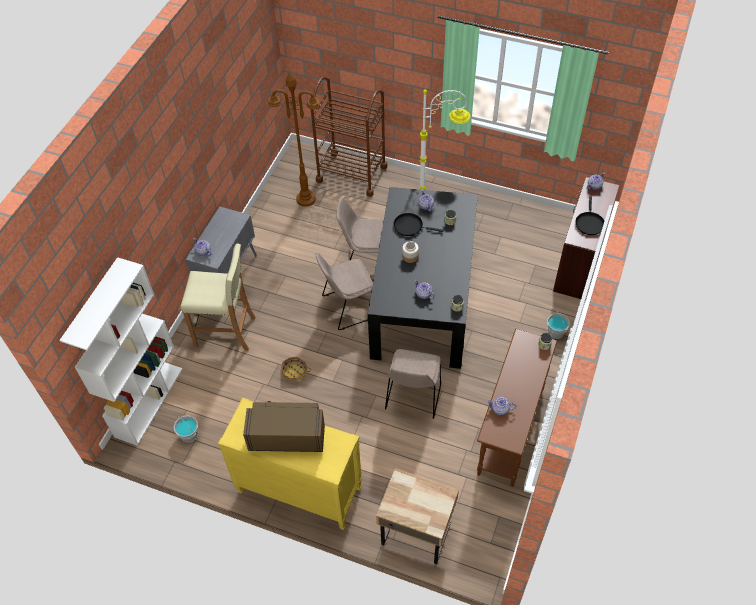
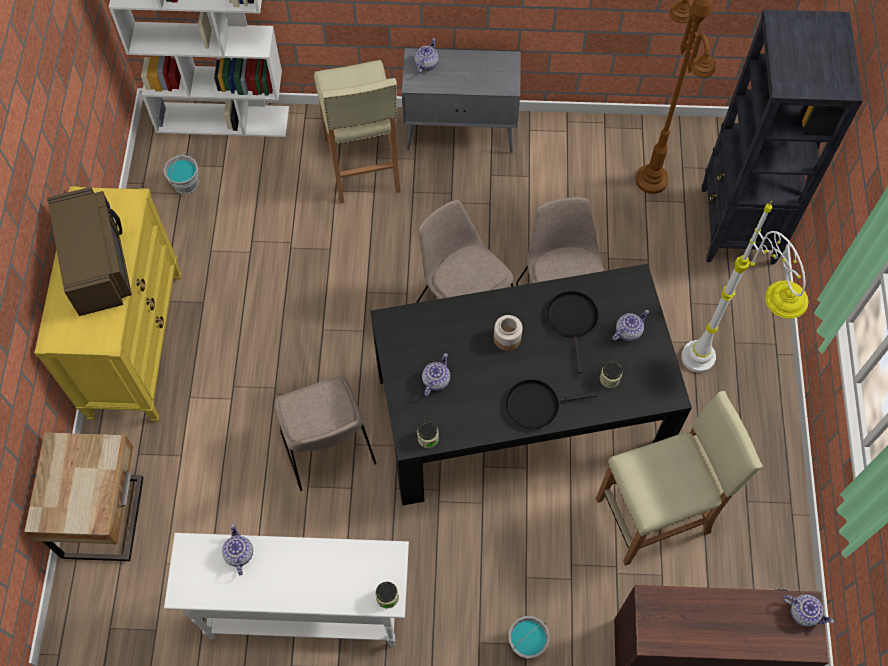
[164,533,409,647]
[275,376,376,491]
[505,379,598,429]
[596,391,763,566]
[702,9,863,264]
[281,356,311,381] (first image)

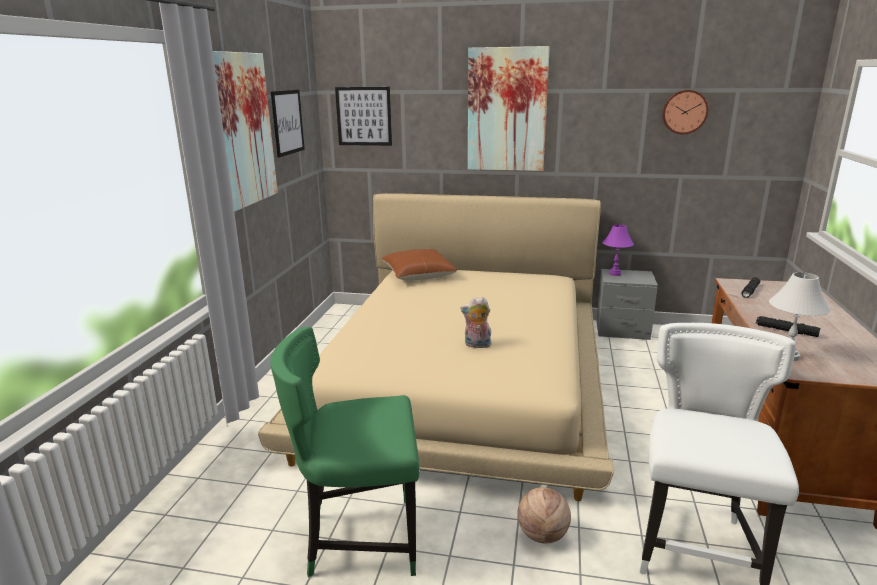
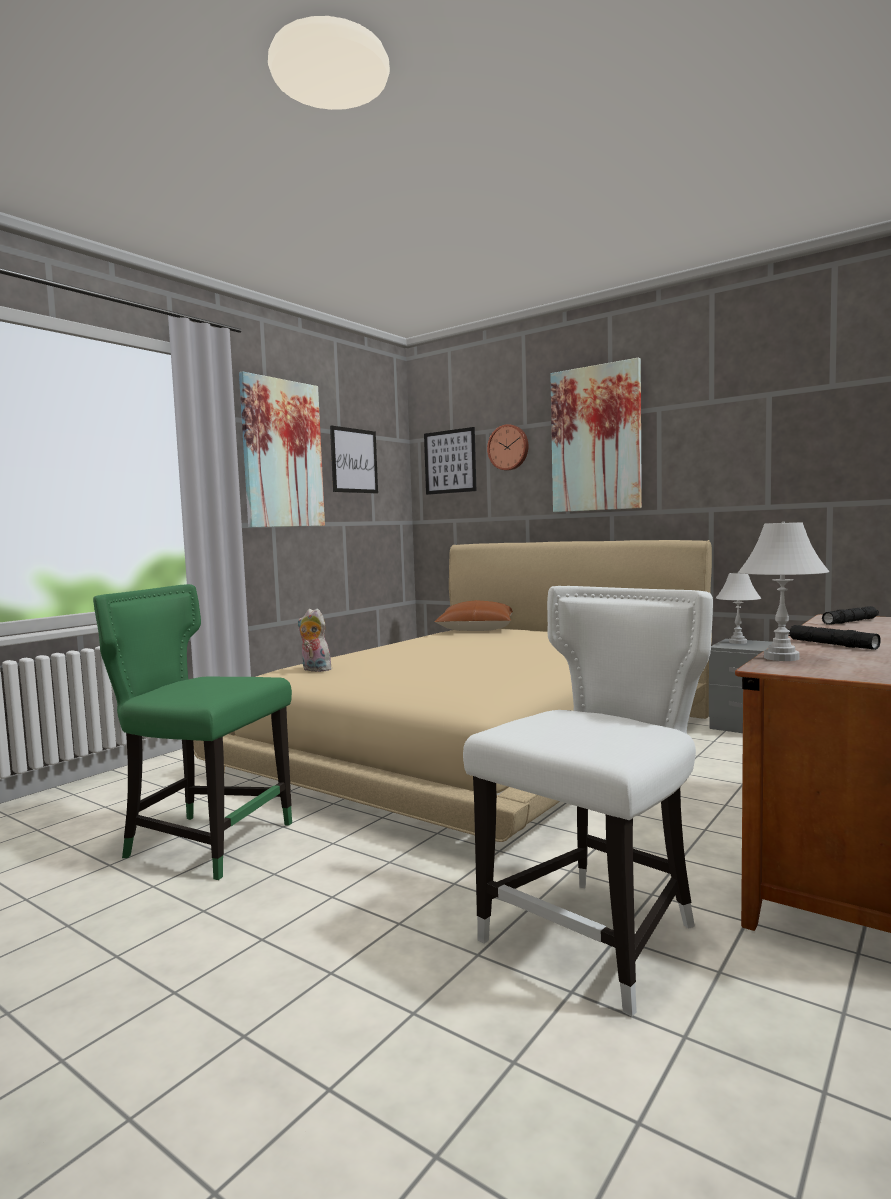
[298,609,331,672]
[487,424,528,470]
[716,573,761,644]
[517,487,571,544] (first image)

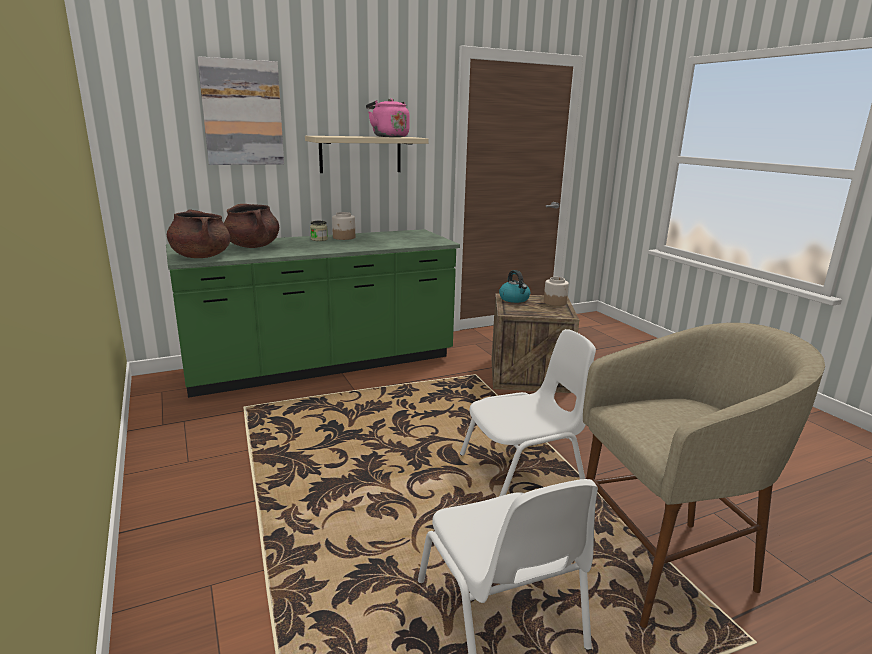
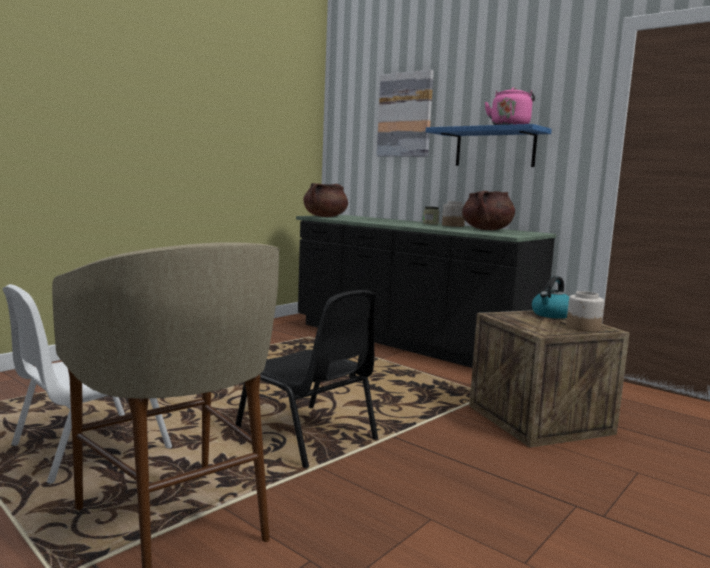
[235,290,378,468]
[296,215,556,368]
[426,124,552,167]
[462,191,515,230]

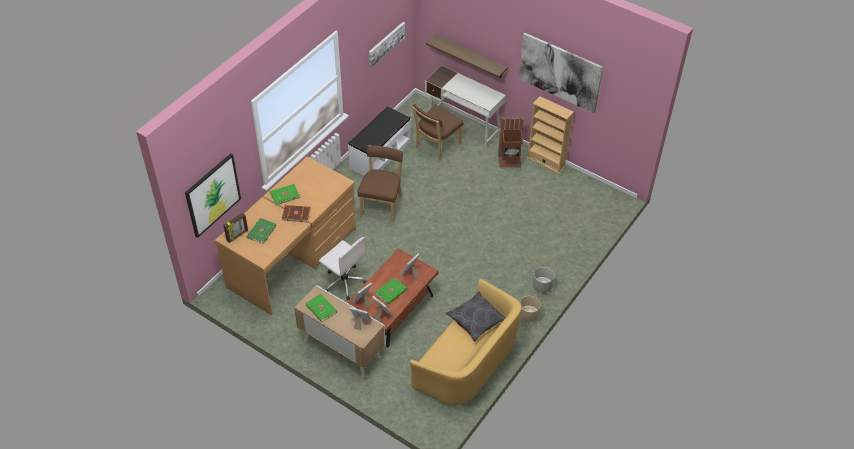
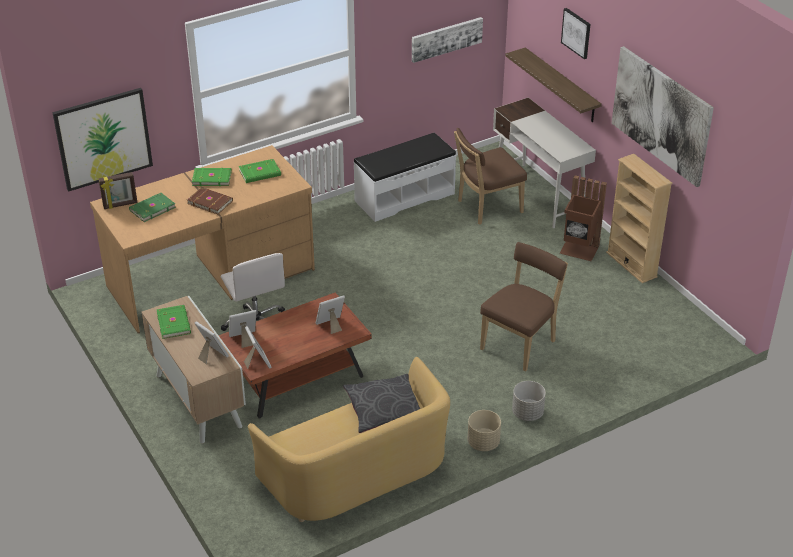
[239,159,281,183]
[480,242,568,372]
[561,8,590,59]

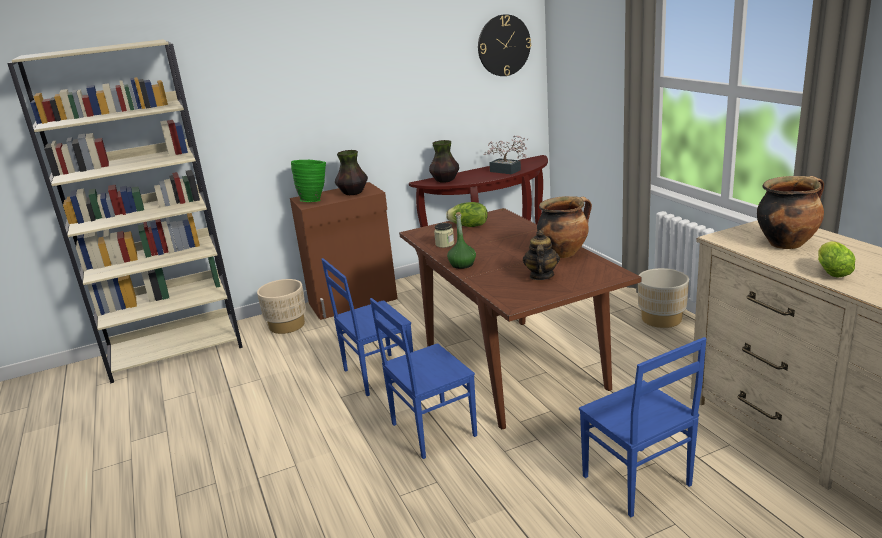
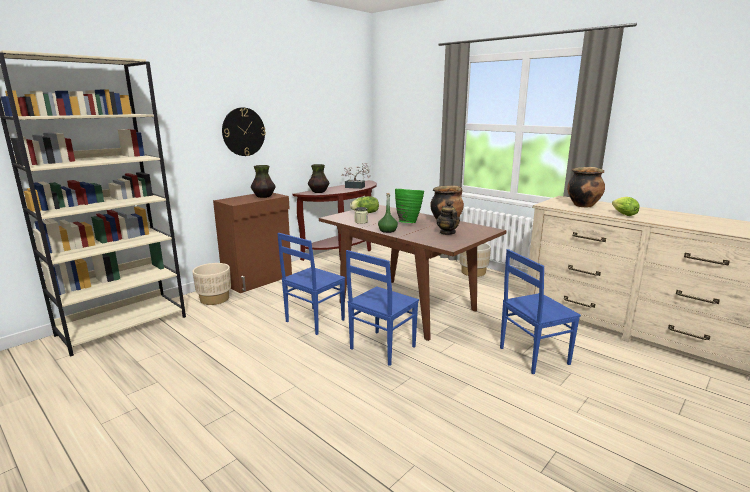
[222,107,266,156]
[395,189,424,223]
[500,249,581,374]

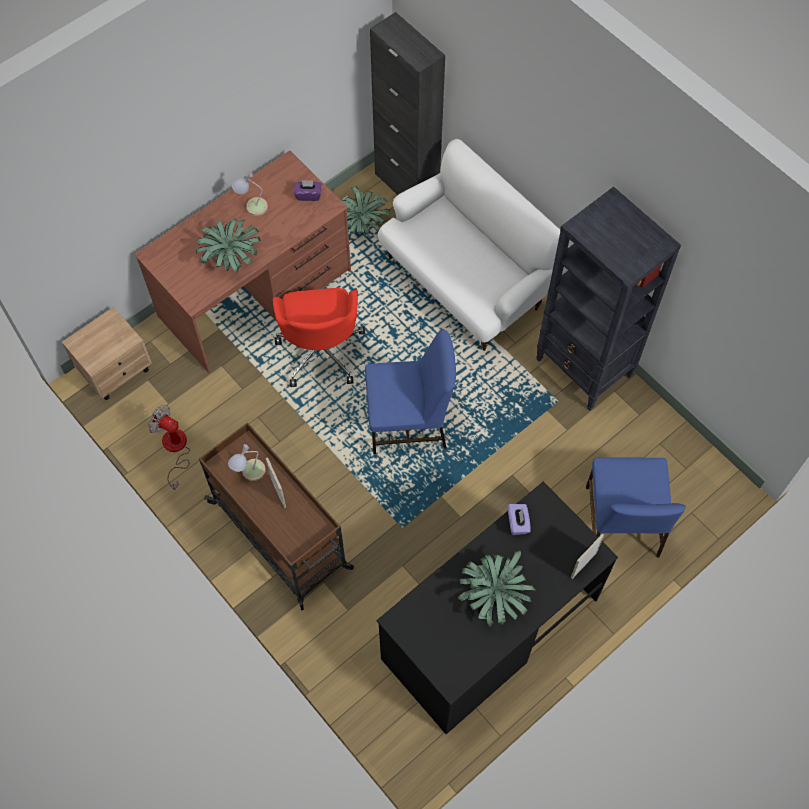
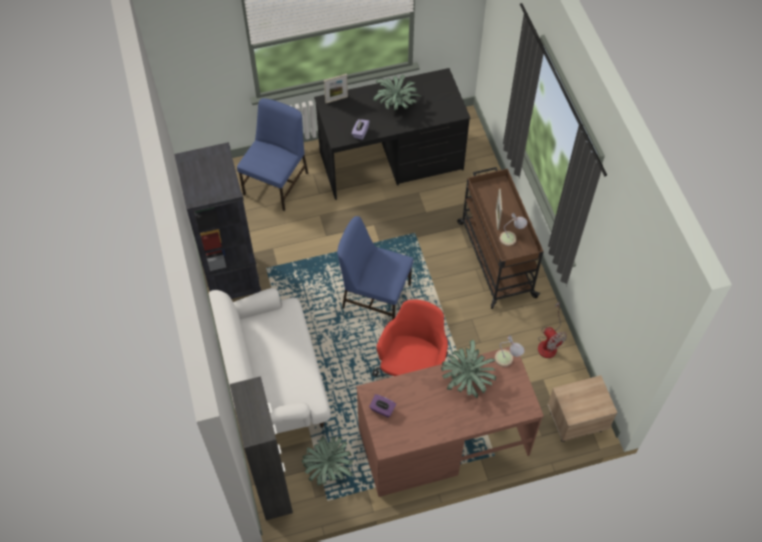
[495,335,525,367]

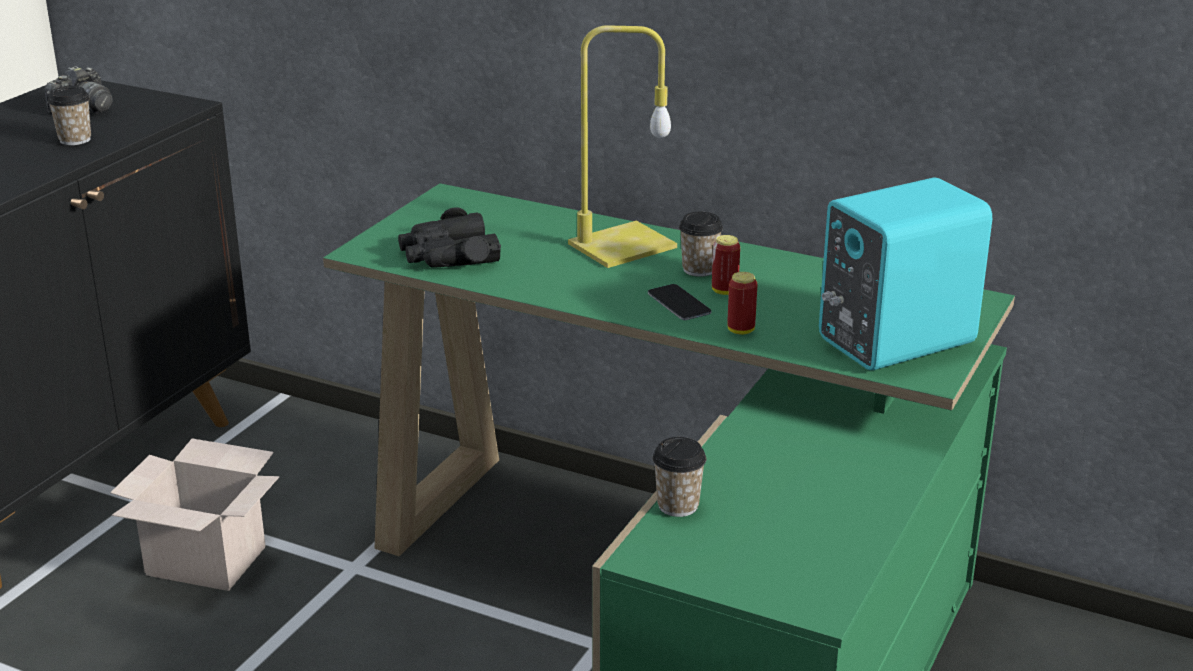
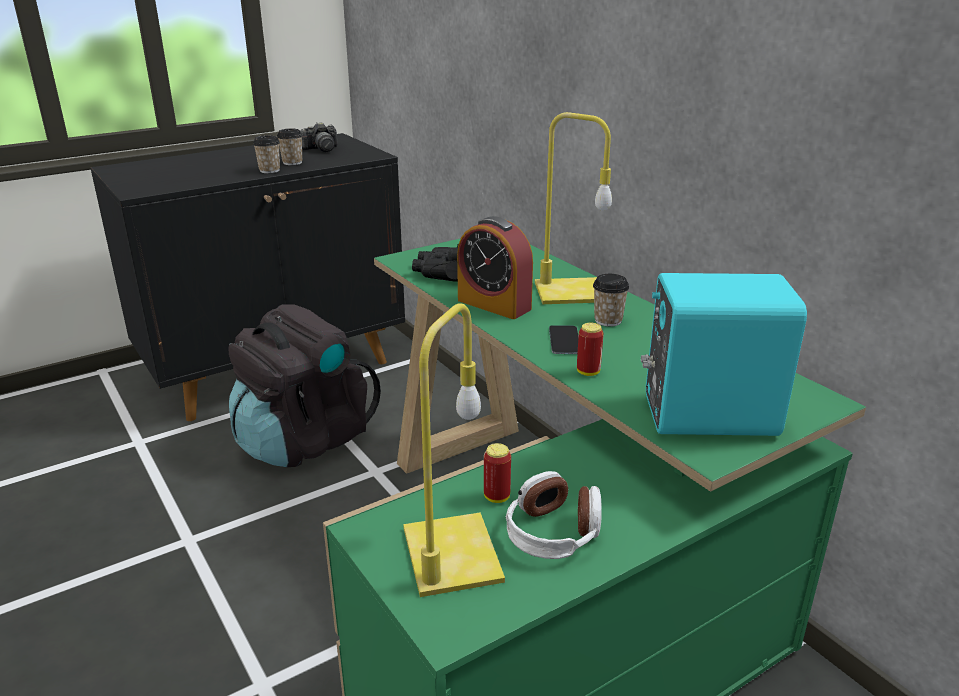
[228,305,381,467]
[253,135,280,173]
[403,303,505,597]
[457,216,533,319]
[484,443,511,503]
[506,471,602,559]

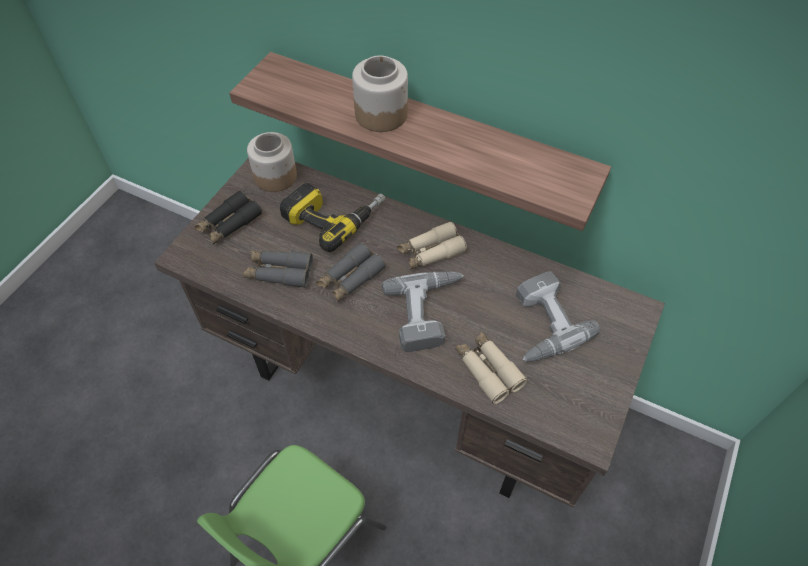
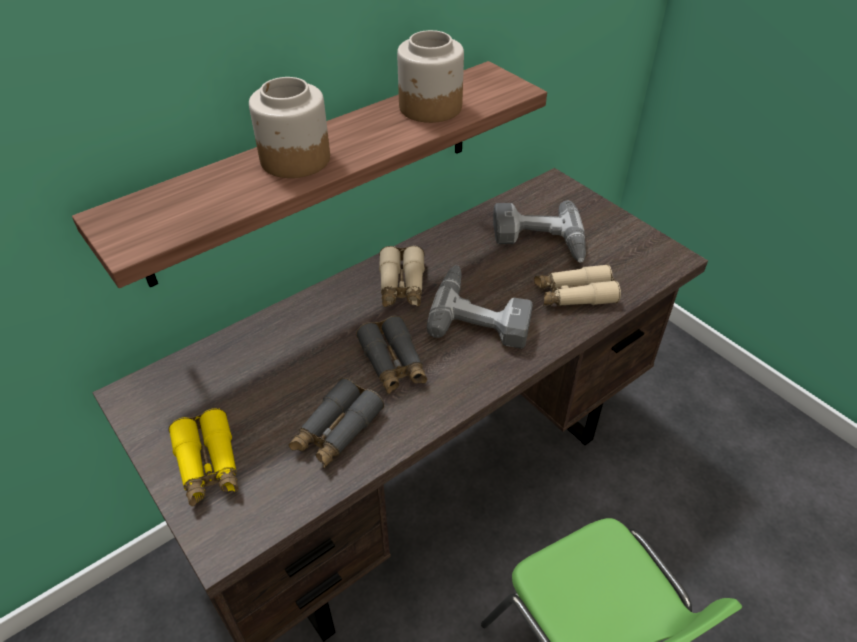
[168,408,239,506]
[397,30,464,123]
[280,183,385,252] (first image)

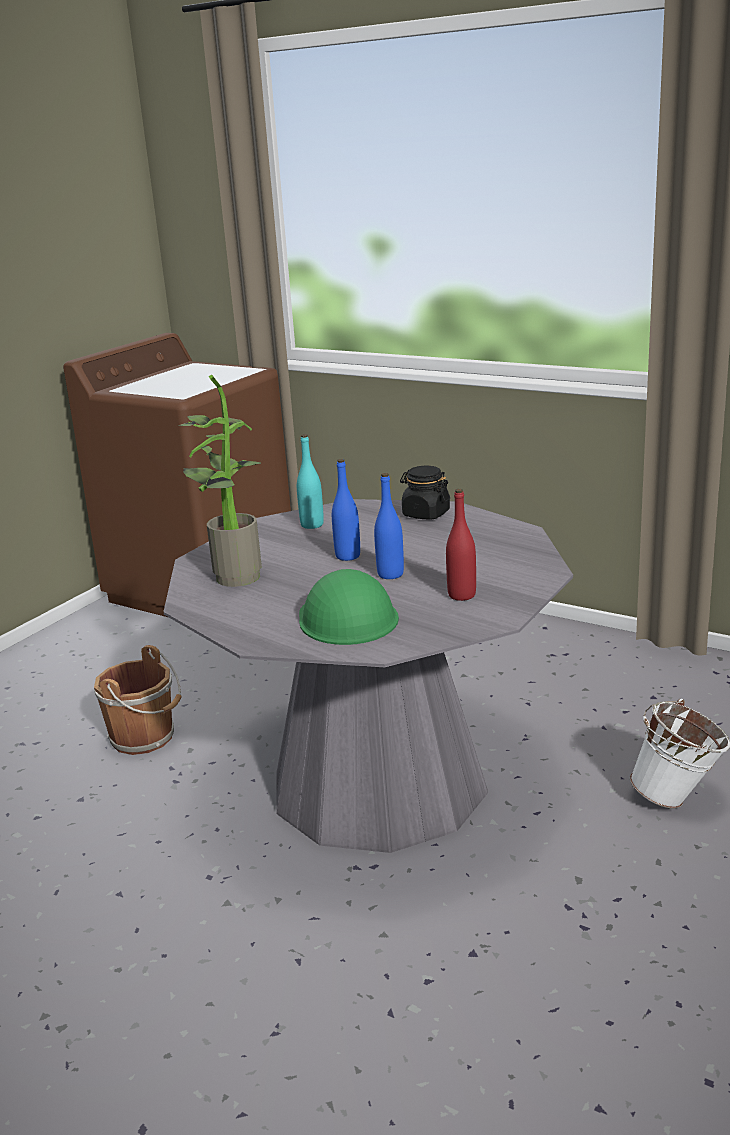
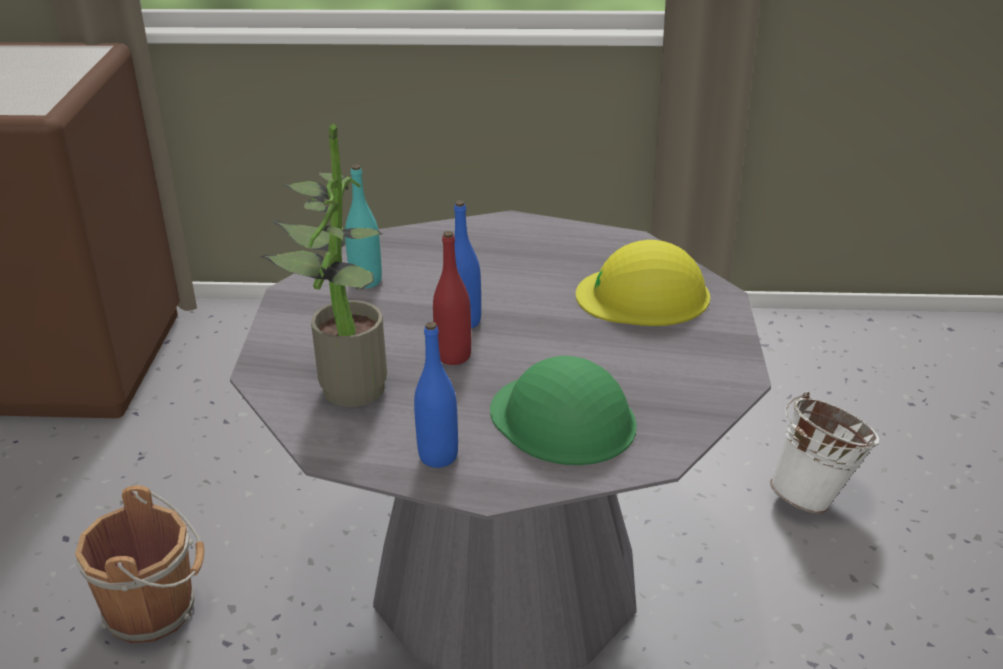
[414,322,458,468]
[433,231,471,365]
[576,240,710,326]
[400,466,450,520] (first image)

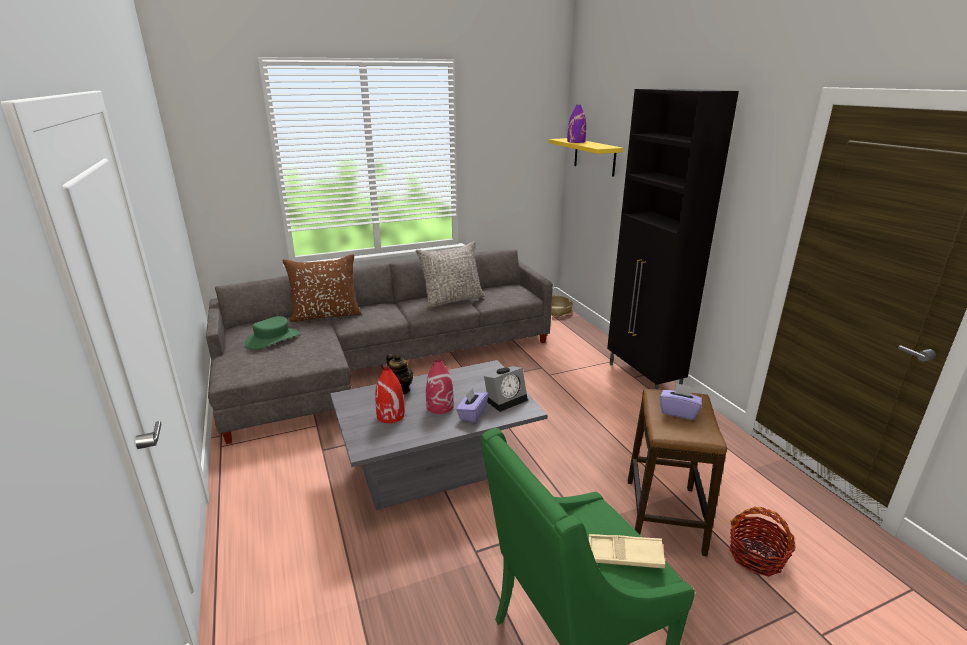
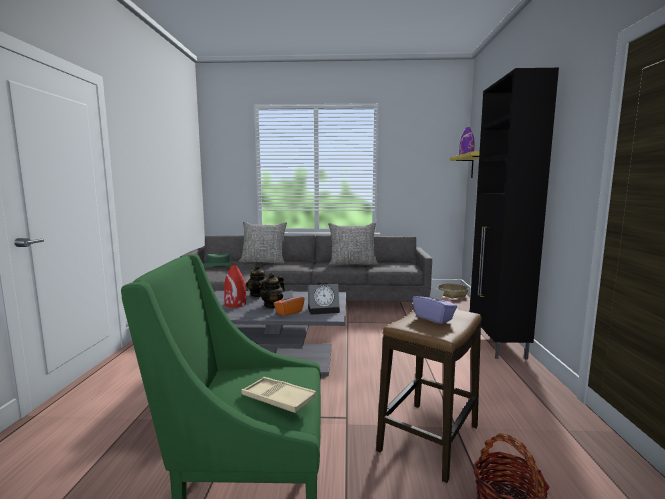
[239,222,287,264]
[259,273,285,308]
[273,290,305,316]

